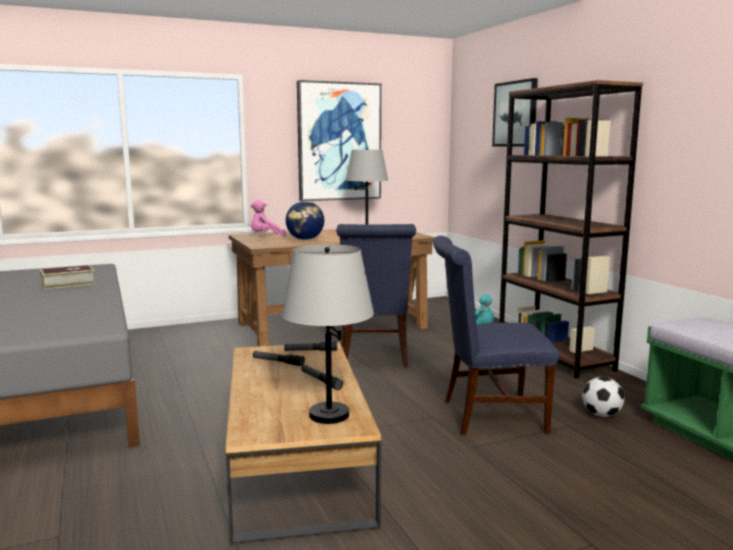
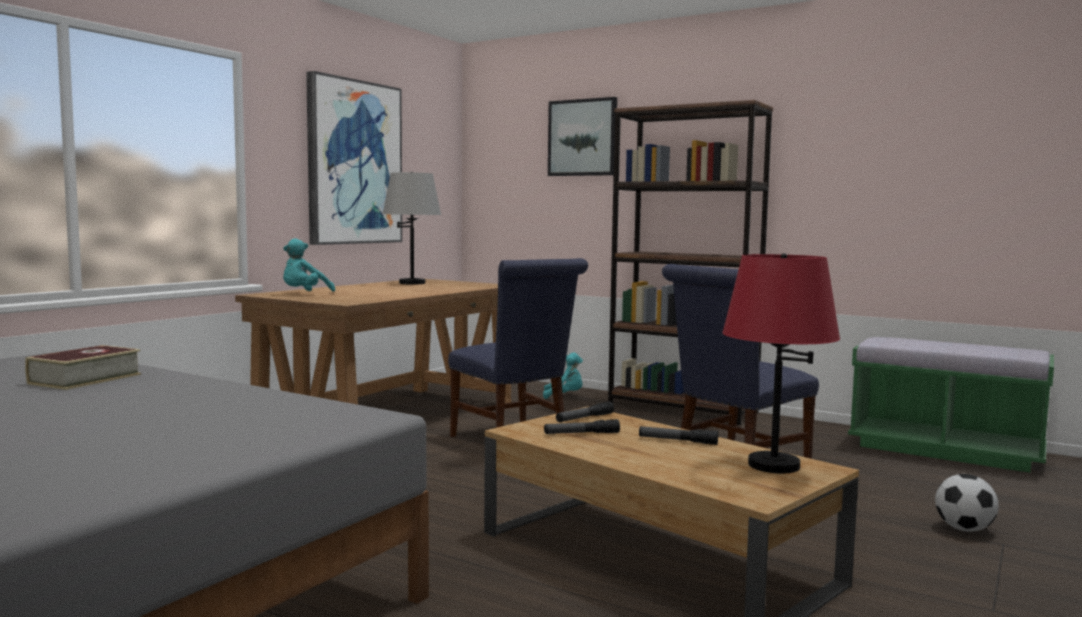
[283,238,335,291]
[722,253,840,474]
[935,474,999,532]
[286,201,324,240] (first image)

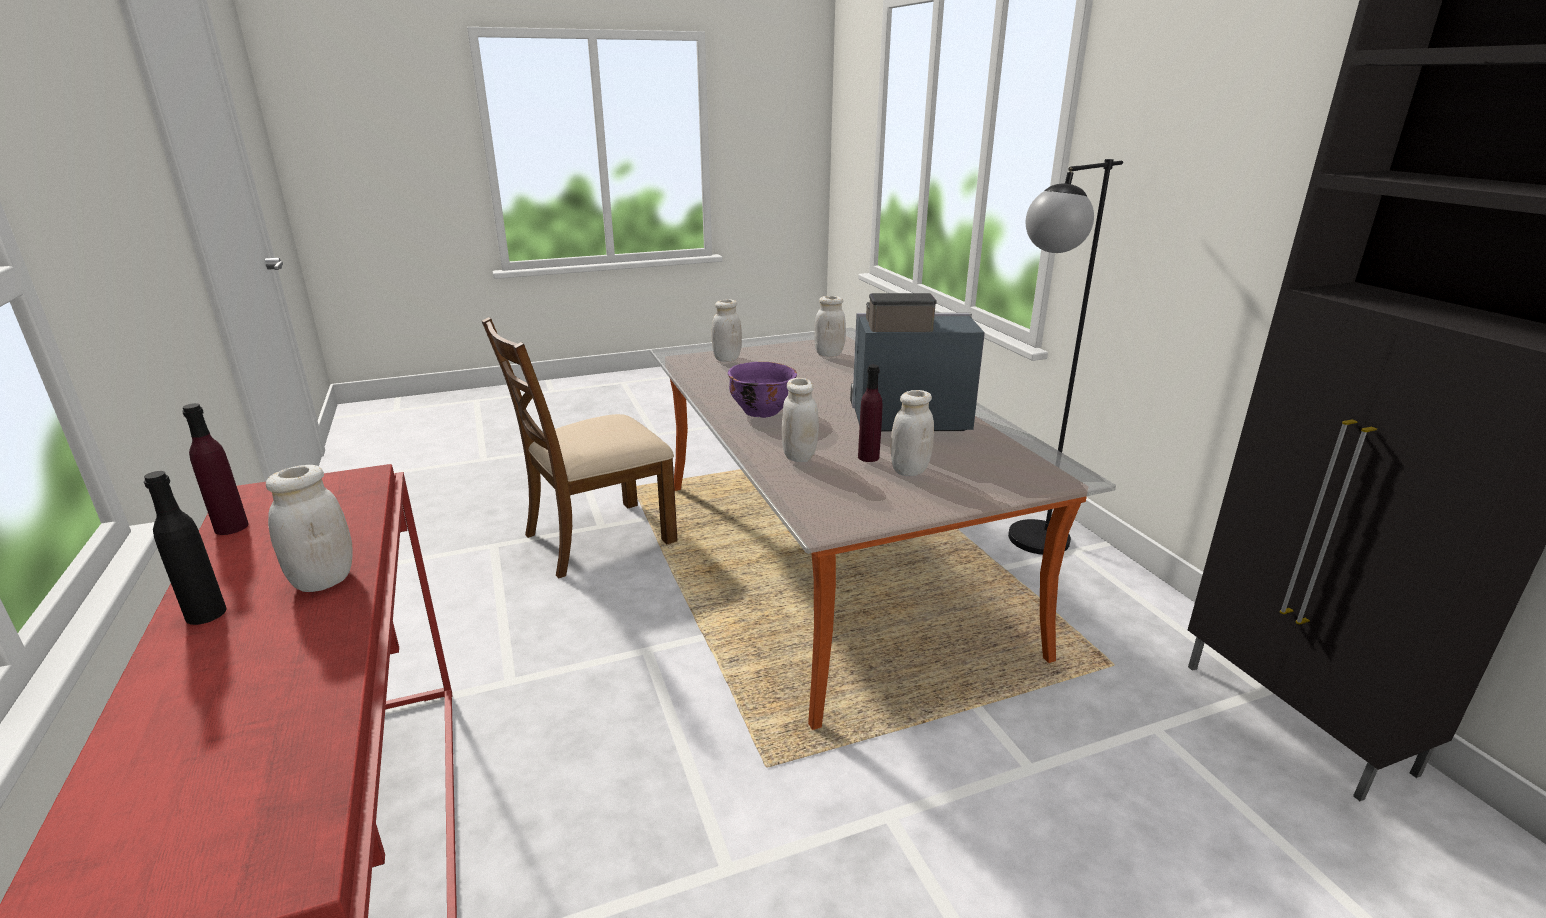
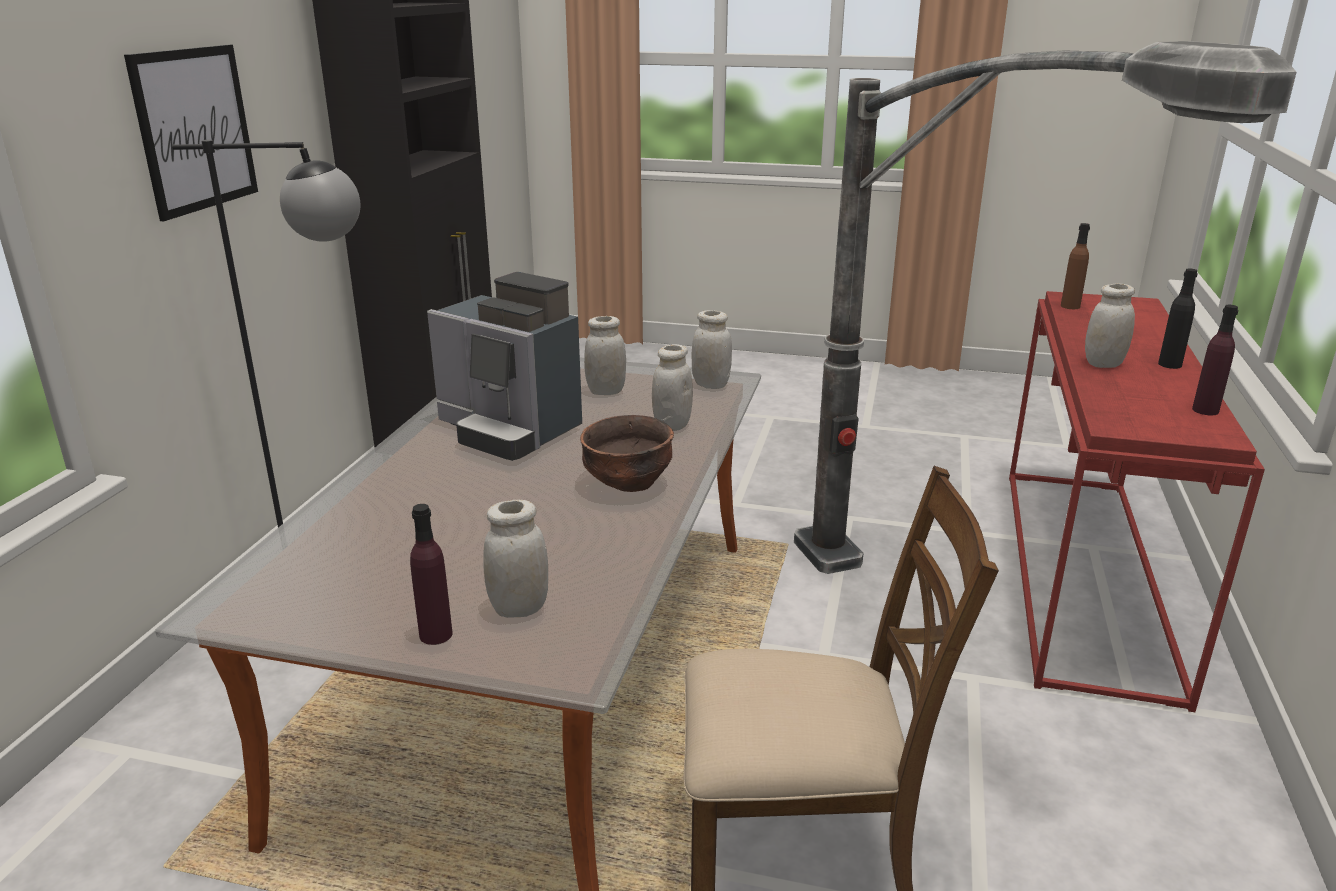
[124,45,258,221]
[410,504,453,645]
[580,415,674,492]
[692,310,732,389]
[794,41,1296,574]
[1061,223,1090,309]

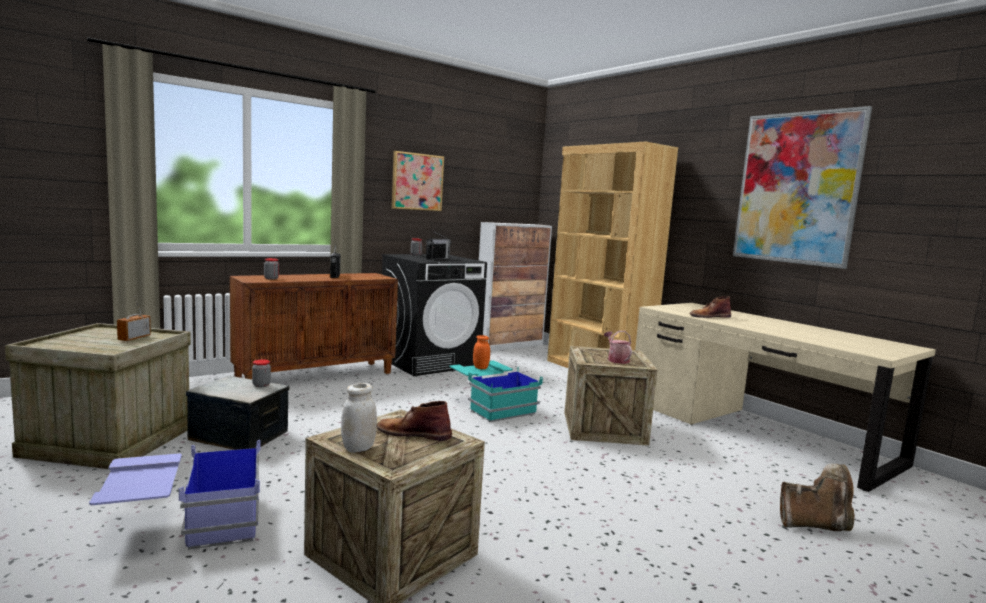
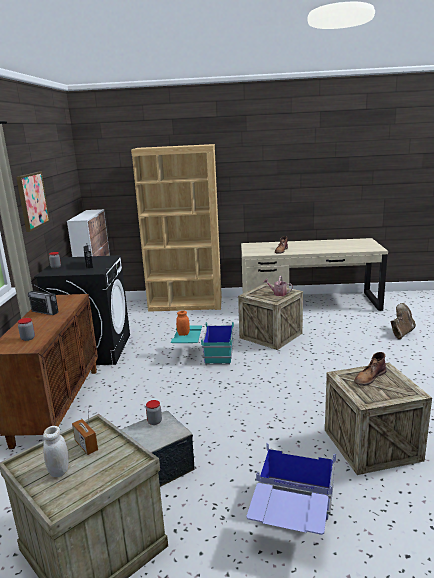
[43,426,69,477]
[733,106,872,269] (first image)

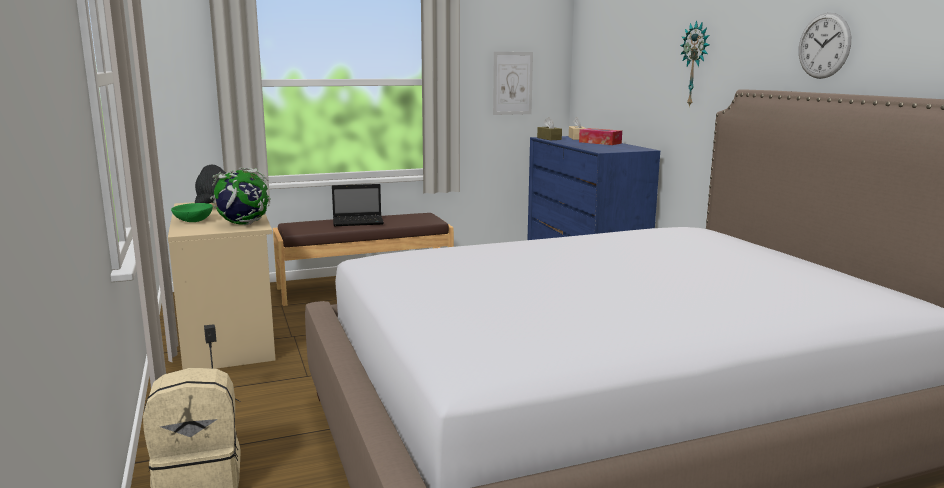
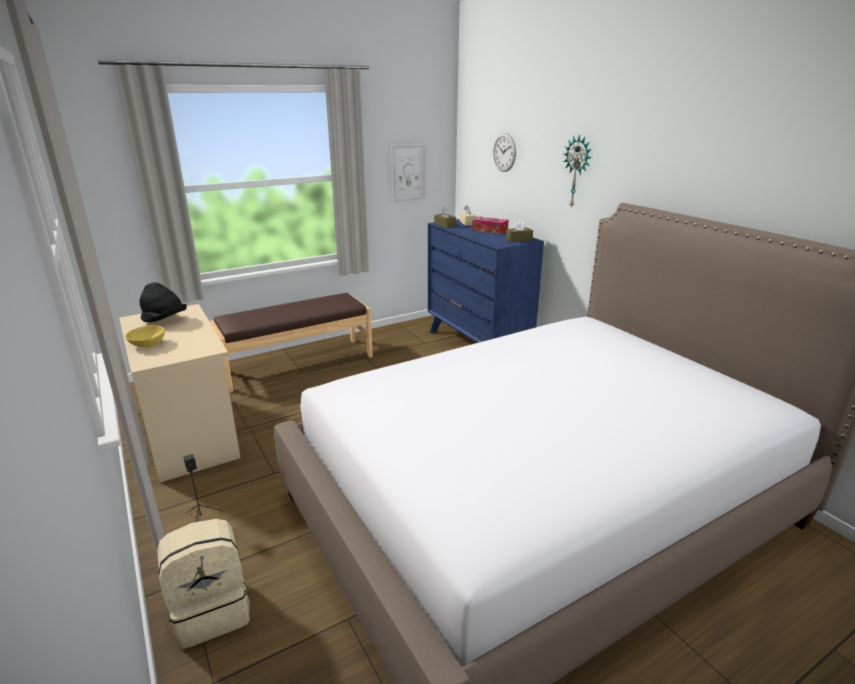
[125,325,165,348]
[493,133,516,172]
[506,219,533,242]
[210,167,270,225] (first image)
[332,184,384,226] (first image)

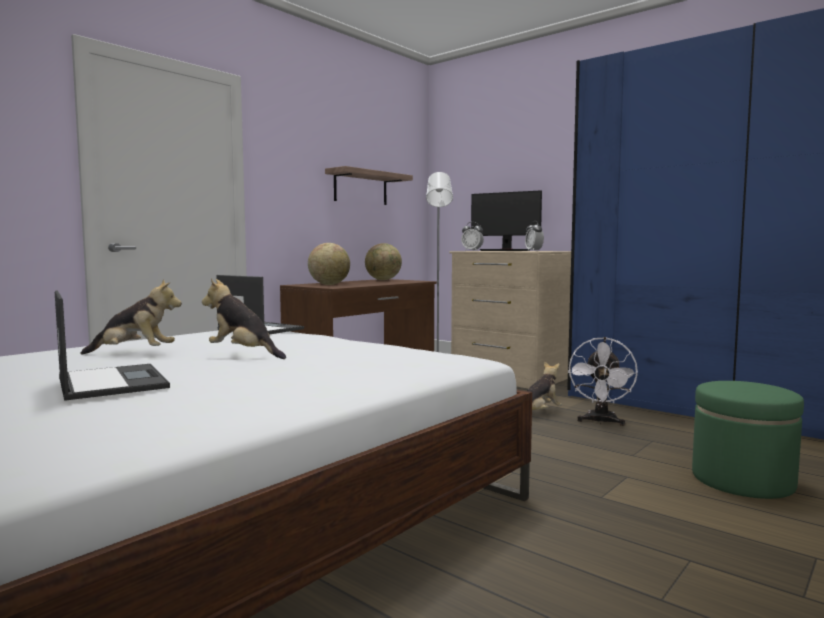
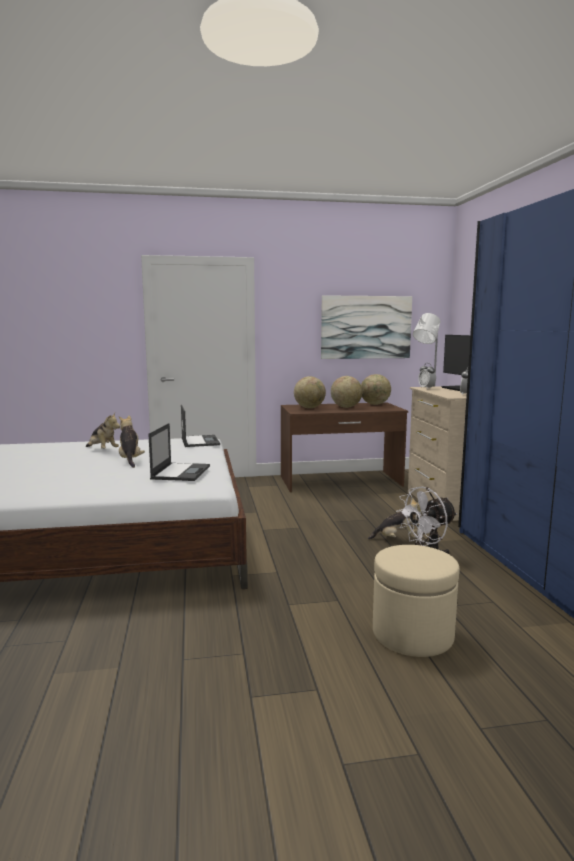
[148,423,210,481]
[321,295,412,359]
[331,376,362,408]
[373,545,460,657]

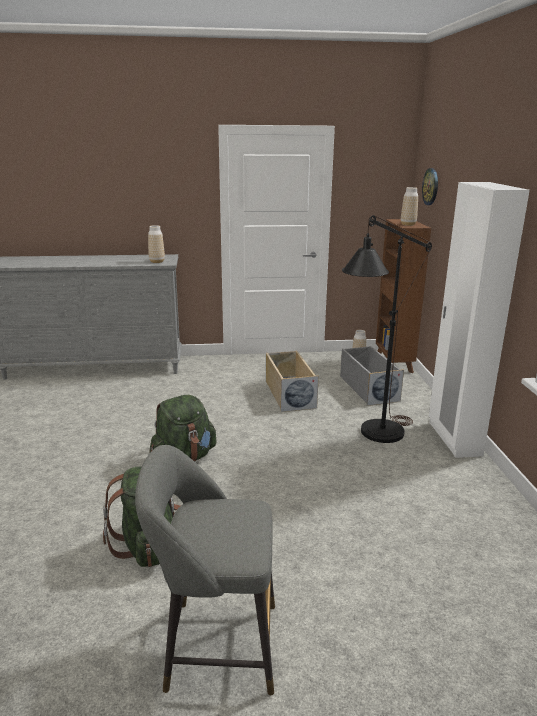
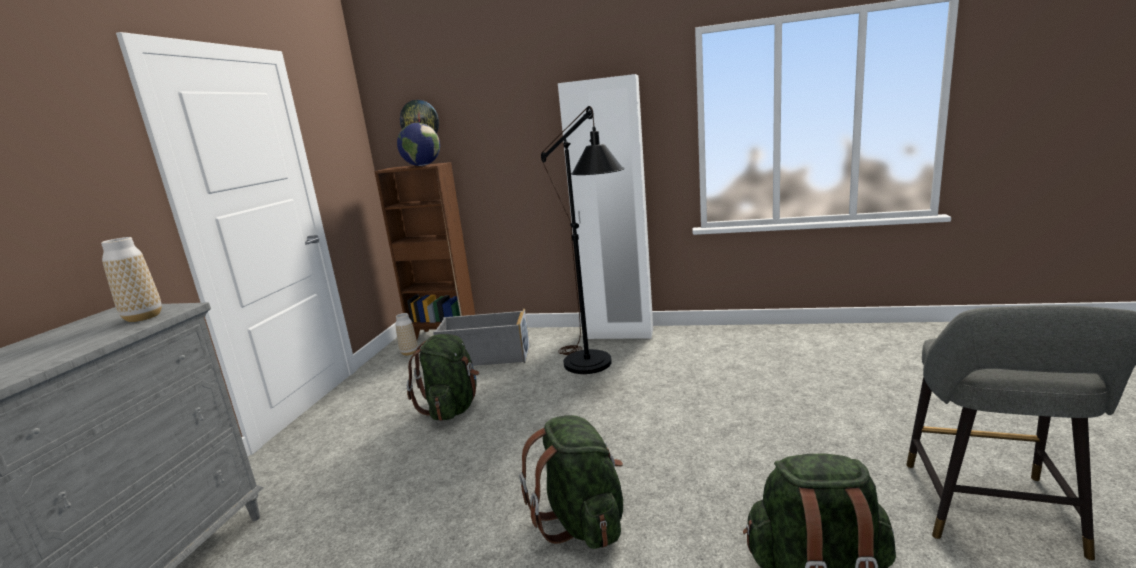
[397,123,440,166]
[407,334,479,421]

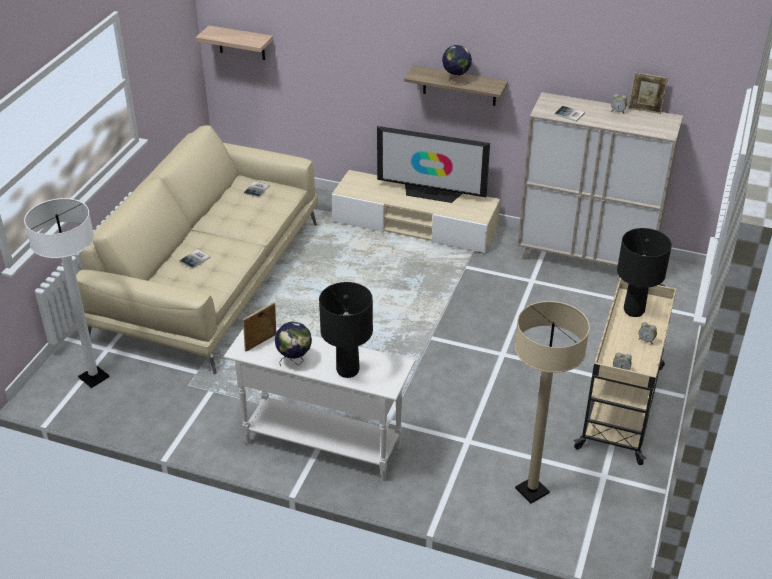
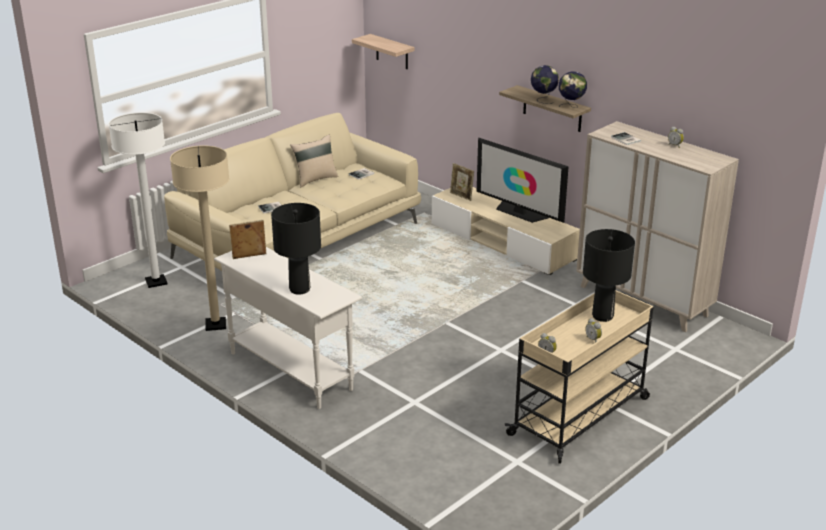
[170,145,230,331]
[290,135,338,187]
[450,163,474,201]
[559,71,587,108]

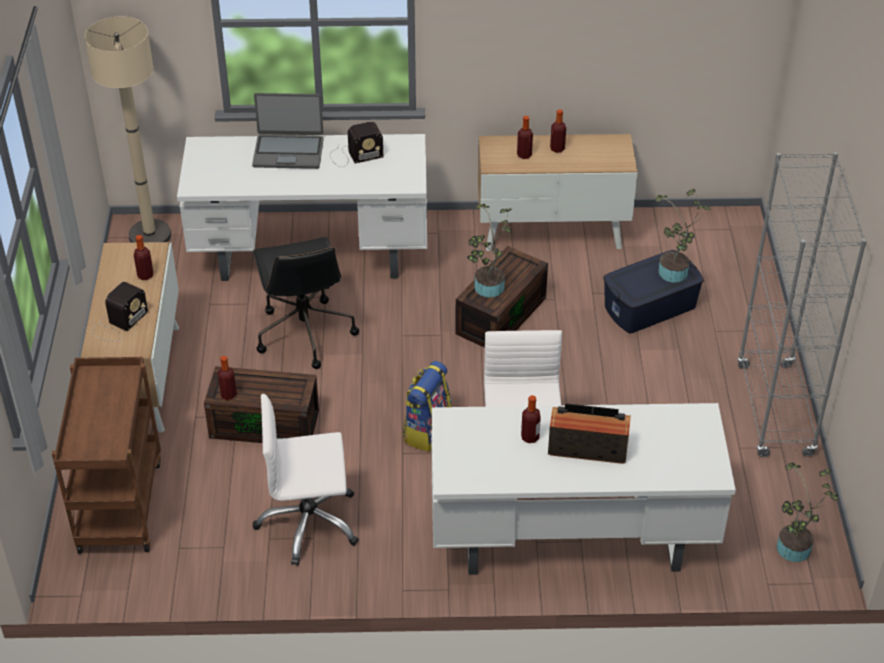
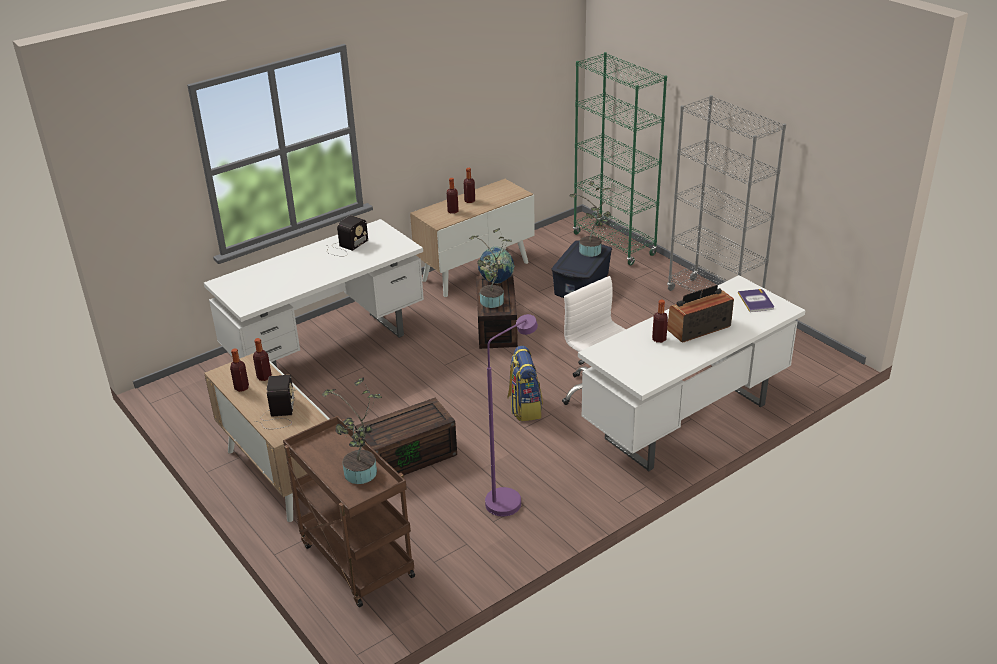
[230,348,249,392]
[322,378,382,484]
[478,246,515,284]
[485,314,538,517]
[573,52,667,265]
[738,289,774,312]
[85,17,171,243] (first image)
[252,93,324,169] (first image)
[253,237,359,369] (first image)

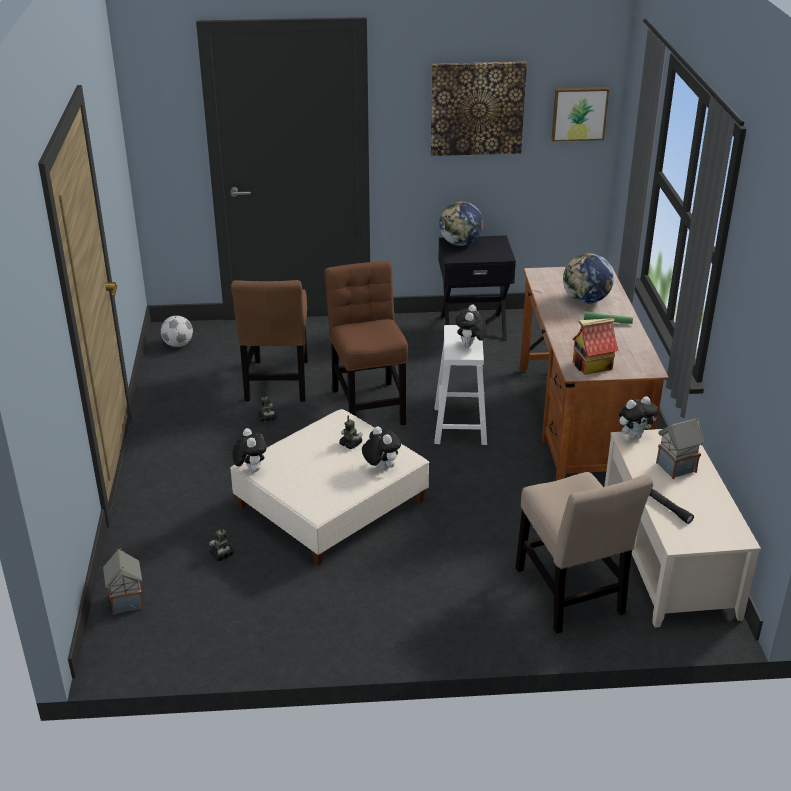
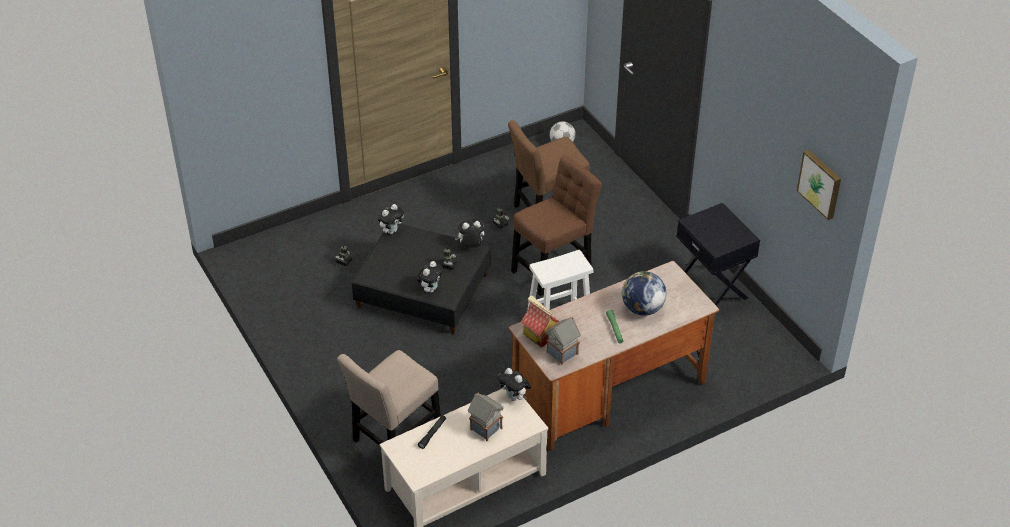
[351,224,491,334]
[455,220,485,248]
[545,317,581,365]
[431,62,527,156] (first image)
[439,201,483,246] (first image)

